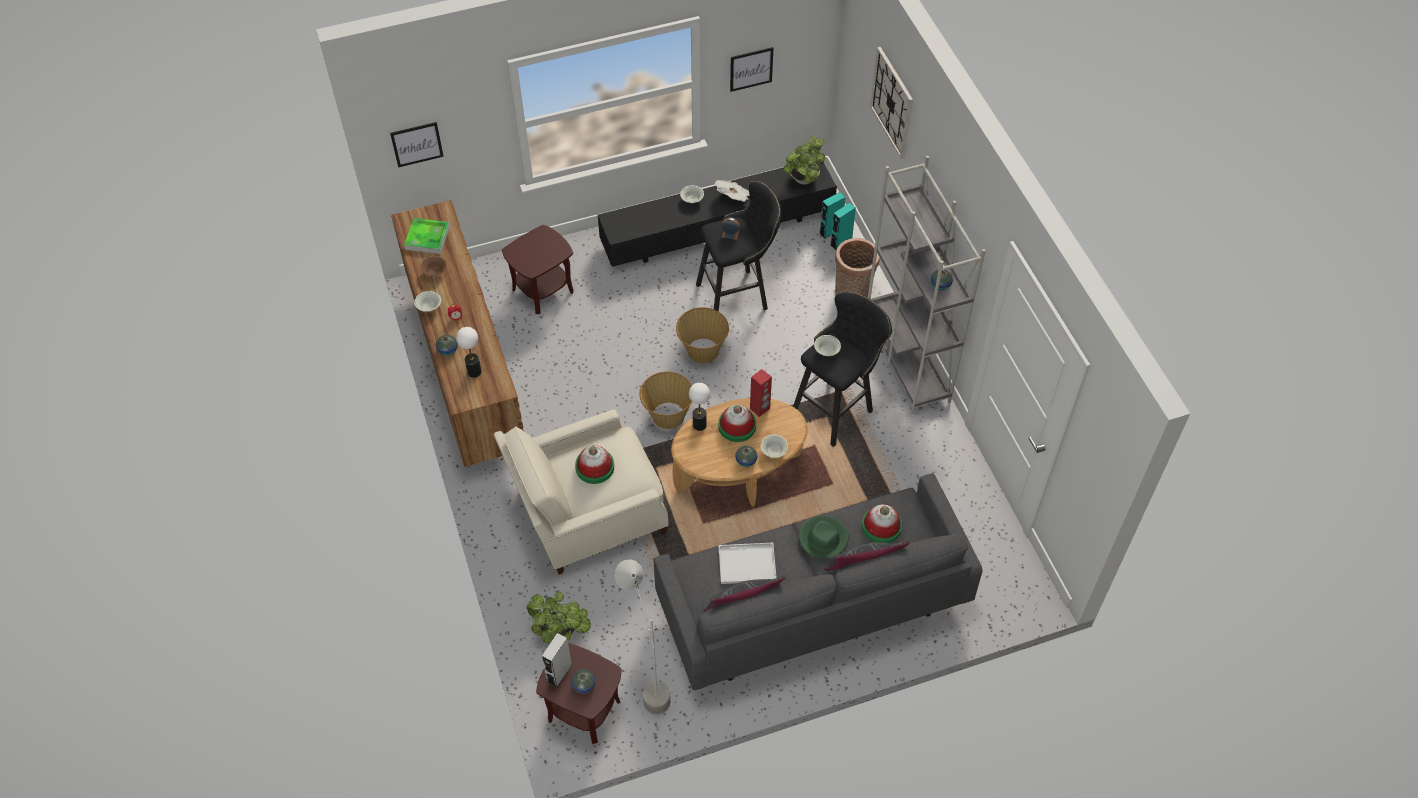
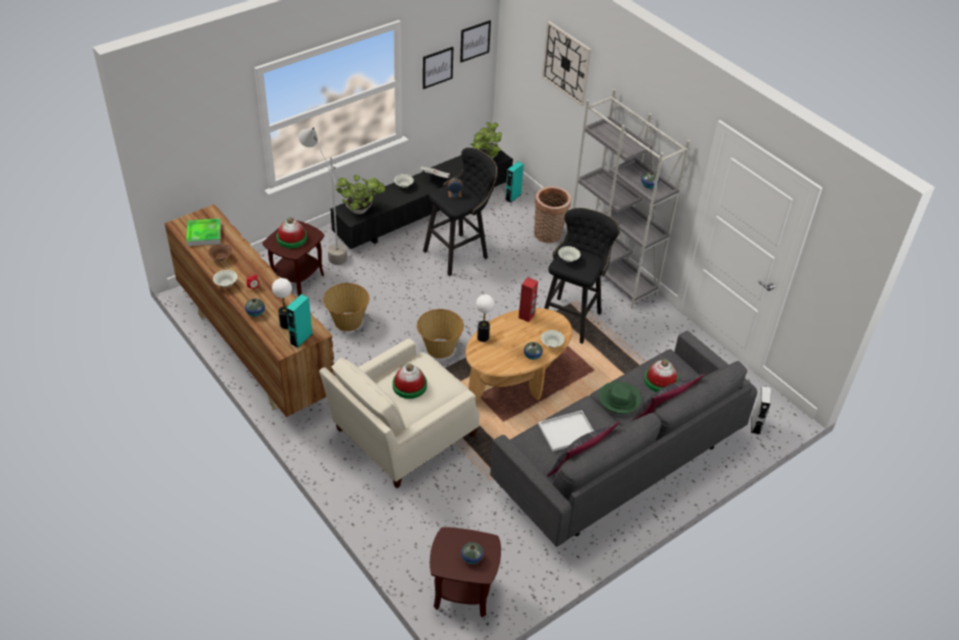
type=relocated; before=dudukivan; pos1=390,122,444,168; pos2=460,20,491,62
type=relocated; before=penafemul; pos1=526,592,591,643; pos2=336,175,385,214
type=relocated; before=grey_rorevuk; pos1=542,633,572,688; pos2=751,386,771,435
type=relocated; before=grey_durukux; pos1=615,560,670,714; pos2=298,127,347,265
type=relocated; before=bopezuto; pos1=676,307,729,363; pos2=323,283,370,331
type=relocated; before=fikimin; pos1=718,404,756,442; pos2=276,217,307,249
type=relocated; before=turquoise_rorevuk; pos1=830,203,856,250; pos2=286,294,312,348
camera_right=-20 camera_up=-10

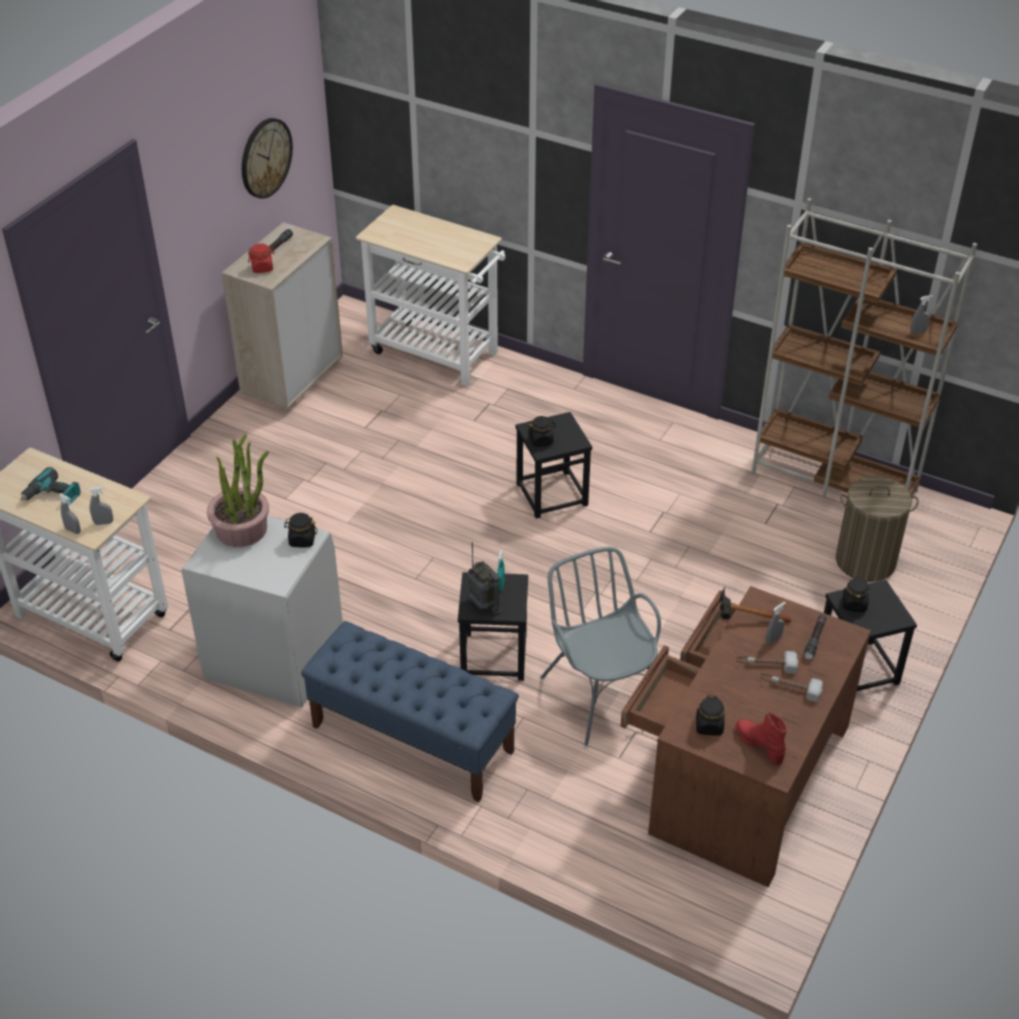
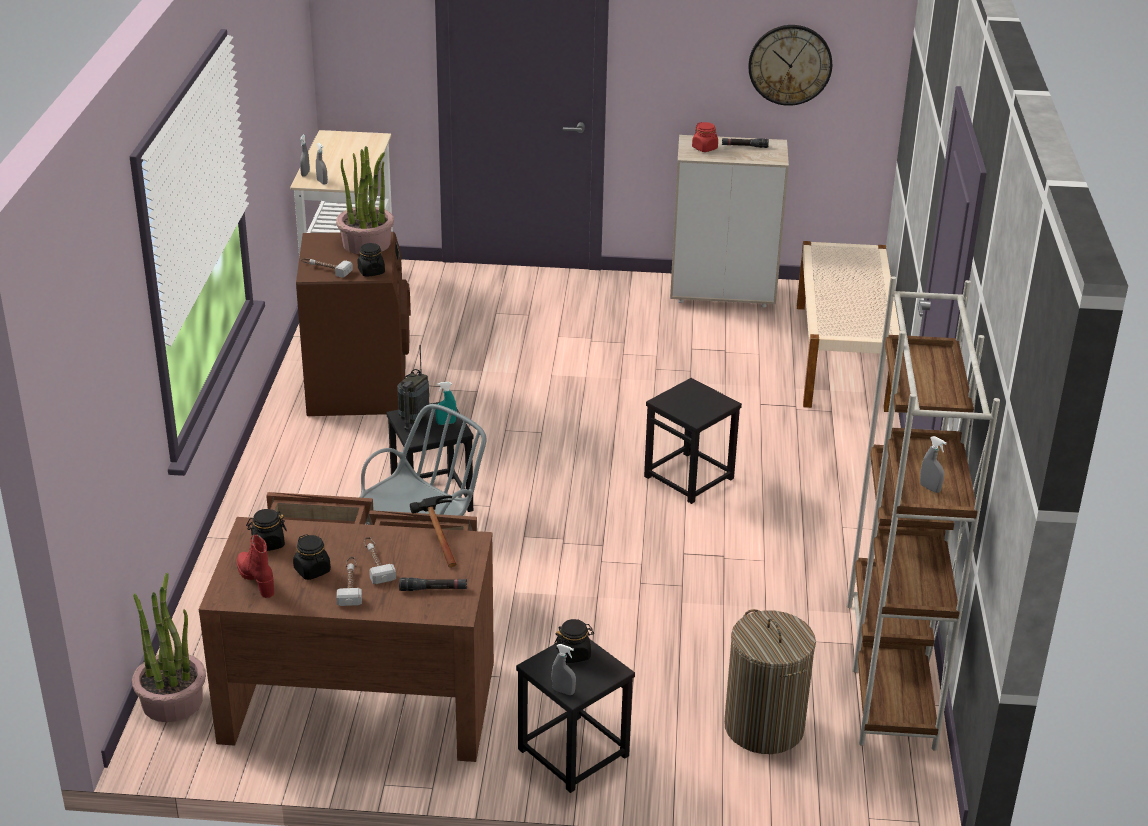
type=missing; before=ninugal; pos1=20,467,81,505
type=missing; before=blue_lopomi; pos1=301,621,519,802
type=appeared; after=penafemul; pos2=132,573,206,722
type=appeared; after=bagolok; pos2=301,258,353,278
type=relocated; before=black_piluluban; pos1=528,416,556,447; pos2=293,534,331,580
type=relocated; before=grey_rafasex; pos1=766,602,786,644; pos2=552,644,576,695
type=exchanged; before=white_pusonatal; after=beige_lopomi; pos1=356,205,505,386; pos2=797,241,900,412
type=colour; before=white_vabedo; after=brown_vabedo; pos1=181,516,343,708; pos2=296,232,411,416
type=spun; before=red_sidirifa; pos1=735,712,787,765; pos2=237,535,274,598; turn=-60
camera_right=65 camera_up=-10

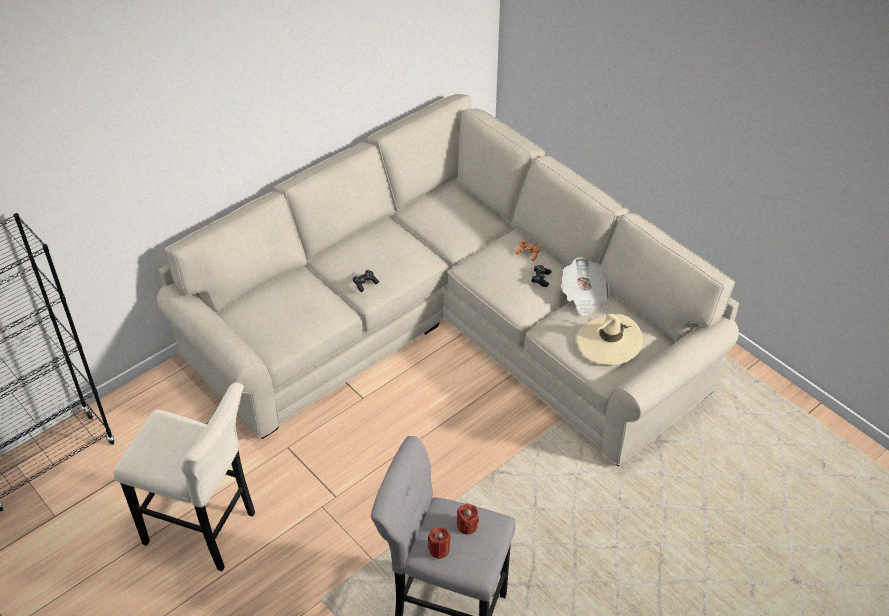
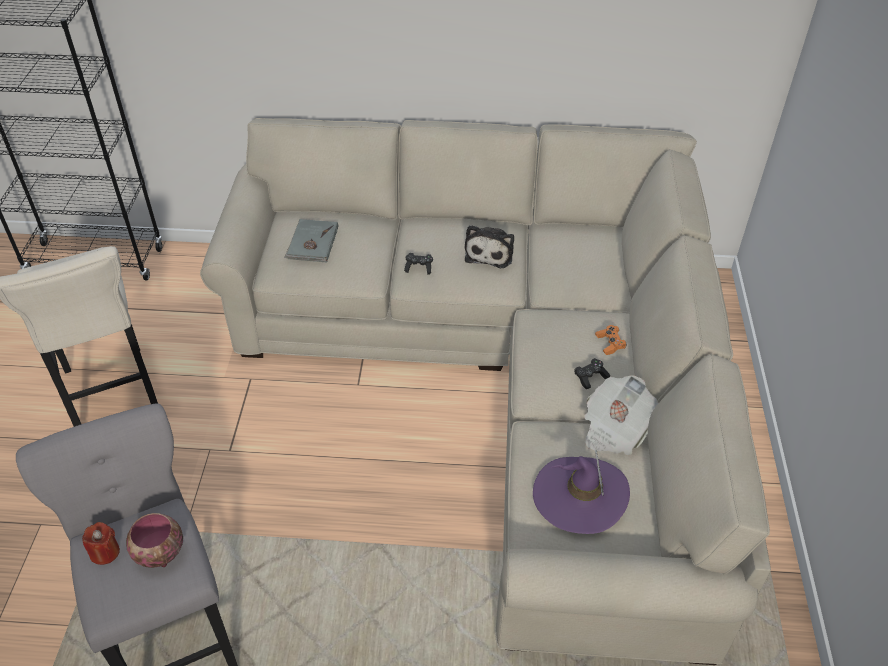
type=appeared; after=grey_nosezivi; pos2=284,219,338,263
type=appeared; after=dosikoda; pos2=465,225,514,268
type=exchanged; before=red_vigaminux; after=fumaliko; pos1=457,503,479,535; pos2=126,513,183,568
type=colour; before=beige_fikimin; after=purple_fikimin; pos1=577,309,643,365; pos2=533,449,630,534
camera_right=45 camera_up=0

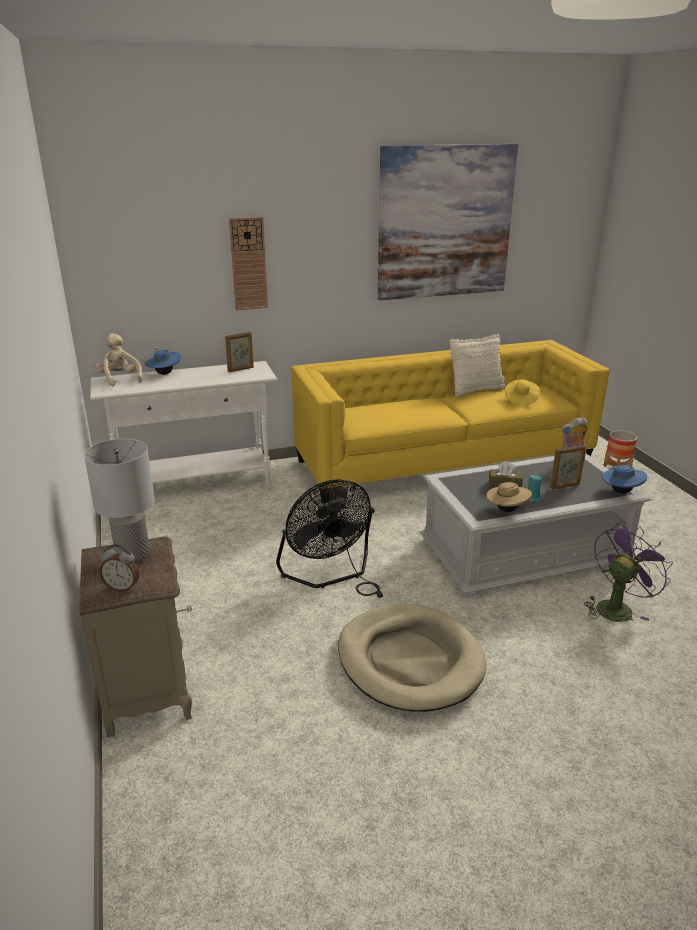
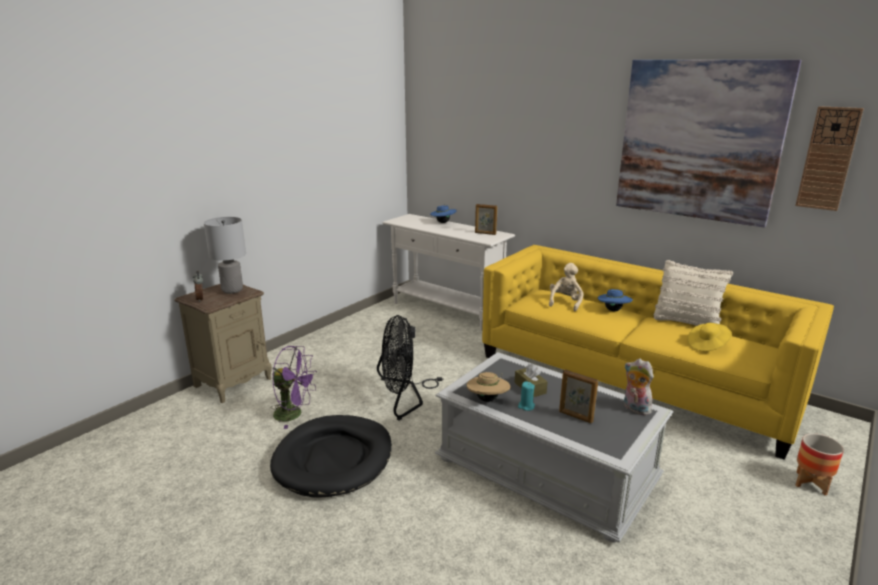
type=relocated; before=beige_dosikoda; pos1=96,333,142,386; pos2=549,263,584,311
type=relocated; before=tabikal; pos1=229,217,268,310; pos2=795,106,864,211
type=relocated; before=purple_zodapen; pos1=584,523,673,622; pos2=271,346,317,429
type=relocated; before=blue_fikimin; pos1=602,462,647,494; pos2=598,289,633,311
type=colour; before=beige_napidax; after=black_napidax; pos1=338,604,487,712; pos2=270,415,392,498
type=spun; before=black_zodapen; pos1=276,479,383,598; pos2=377,315,444,421; turn=-135
camera_right=55 camera_up=-5

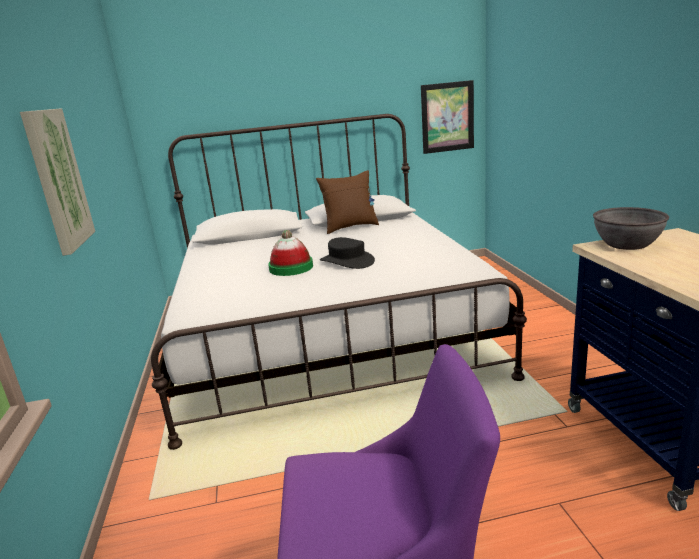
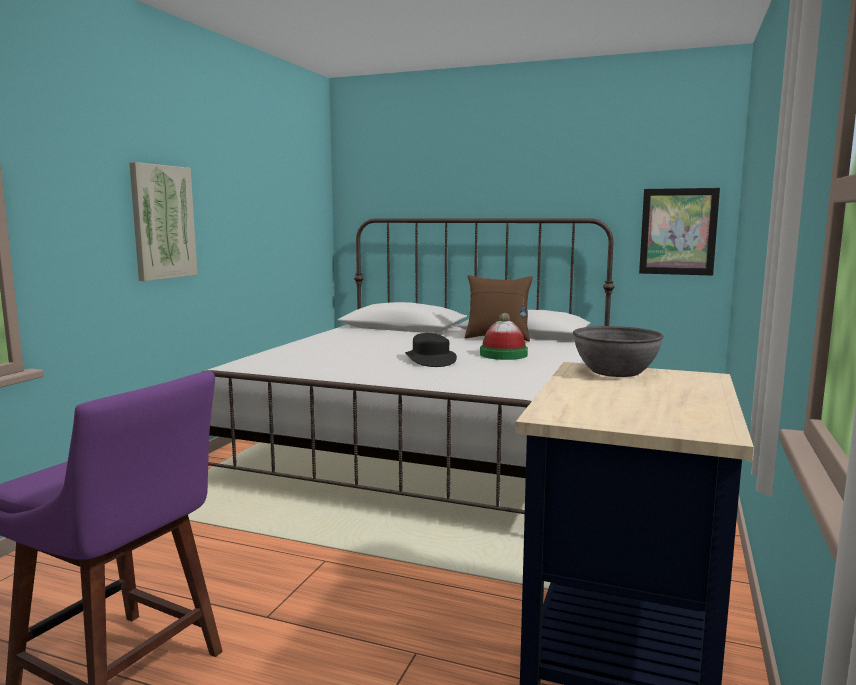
type=relocated; before=fikimin; pos1=268,230,313,276; pos2=480,313,528,360
camera_right=30 camera_up=-10

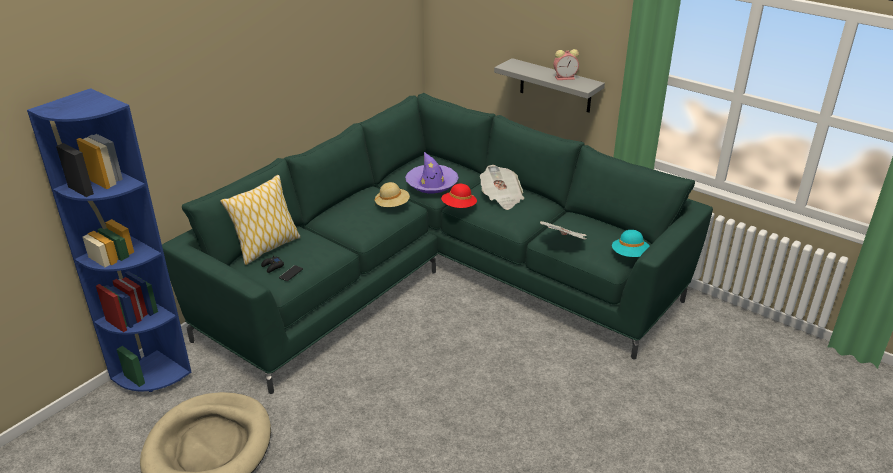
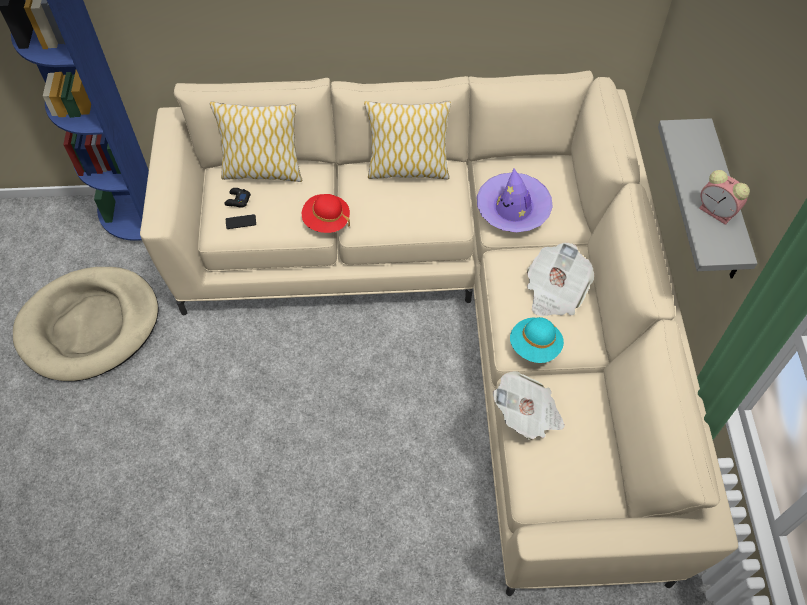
type=missing; before=beige_fikimin; pos1=375,182,410,207
type=appeared; after=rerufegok; pos2=364,101,451,179
type=relocated; before=red_fikimin; pos1=441,184,477,208; pos2=302,194,350,233
type=relocated; before=turquoise_fikimin; pos1=612,230,650,257; pos2=510,317,564,363
type=colour; before=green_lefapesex; after=beige_lefapesex; pos1=162,93,713,394; pos2=140,71,738,596
camera_right=50 camera_up=25

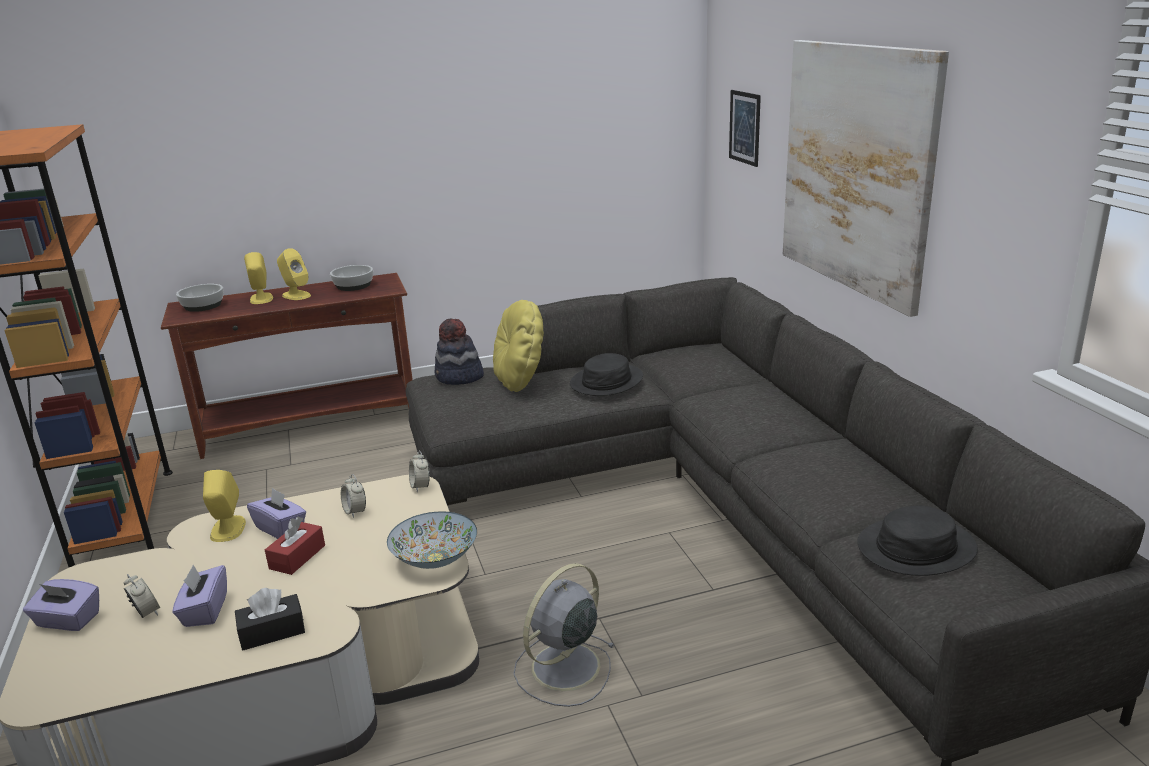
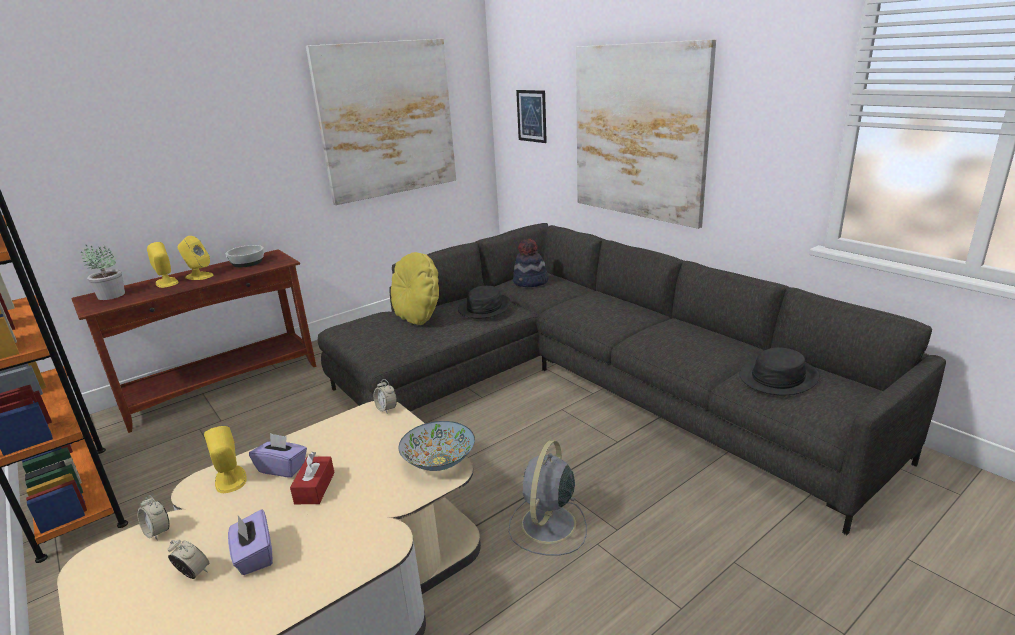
type=missing; before=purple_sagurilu; pos1=23,579,99,631
type=missing; before=black_sagurilu; pos1=235,588,305,650
type=appeared; after=dudukivan; pos2=306,39,456,205
type=relocated; before=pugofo; pos1=341,474,366,518; pos2=137,495,170,540
type=relocated; before=fikimin; pos1=434,319,484,385; pos2=513,239,549,287
type=exchanged; before=fumaliko; after=penafemul; pos1=176,284,224,312; pos2=81,245,125,300
camera_right=-20 camera_up=0

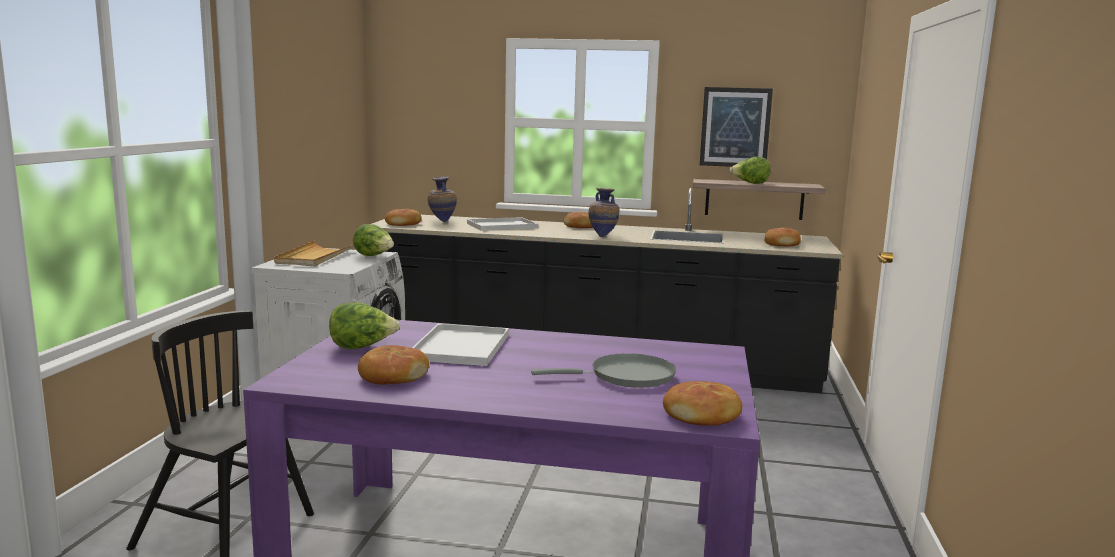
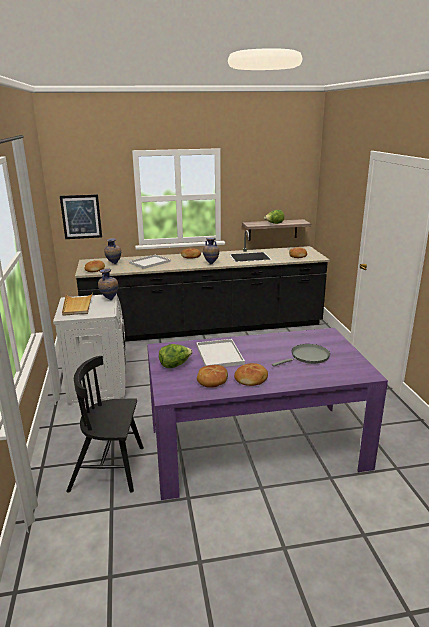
type=relocated; before=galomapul; pos1=663,381,742,426; pos2=234,363,268,386
type=relocated; before=dudukivan; pos1=700,87,773,167; pos2=60,194,102,239
type=exchanged; before=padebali; after=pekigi; pos1=353,224,394,256; pos2=98,268,118,300
camera_right=-20 camera_up=10

